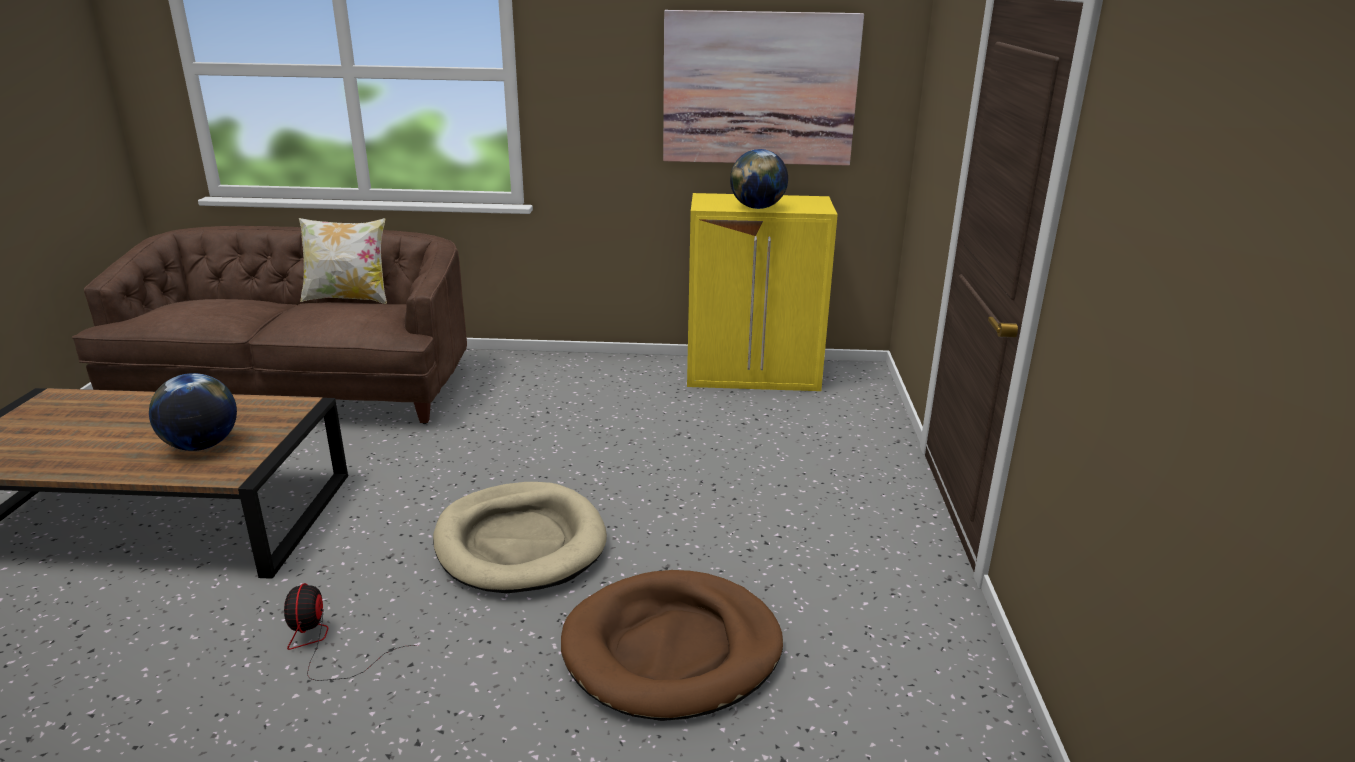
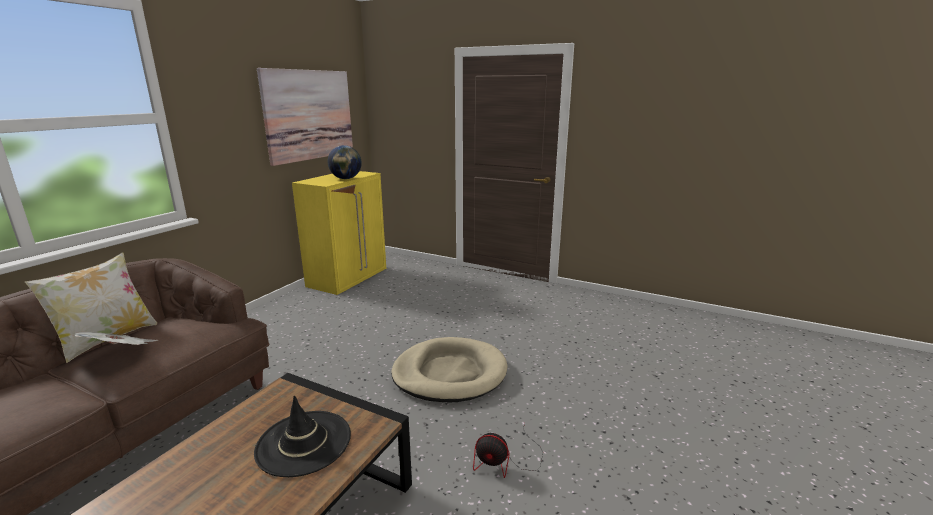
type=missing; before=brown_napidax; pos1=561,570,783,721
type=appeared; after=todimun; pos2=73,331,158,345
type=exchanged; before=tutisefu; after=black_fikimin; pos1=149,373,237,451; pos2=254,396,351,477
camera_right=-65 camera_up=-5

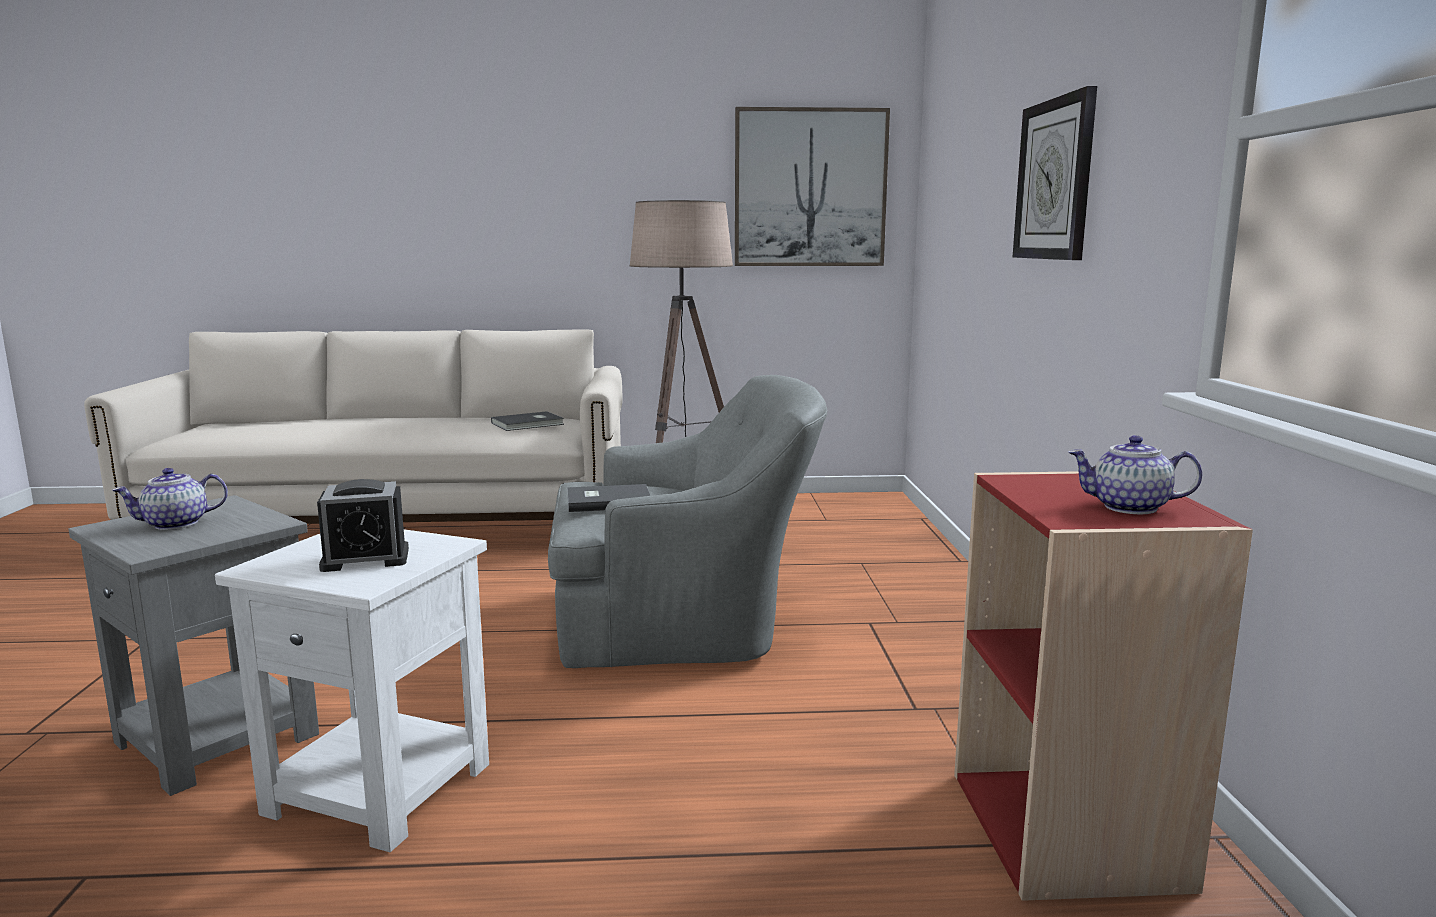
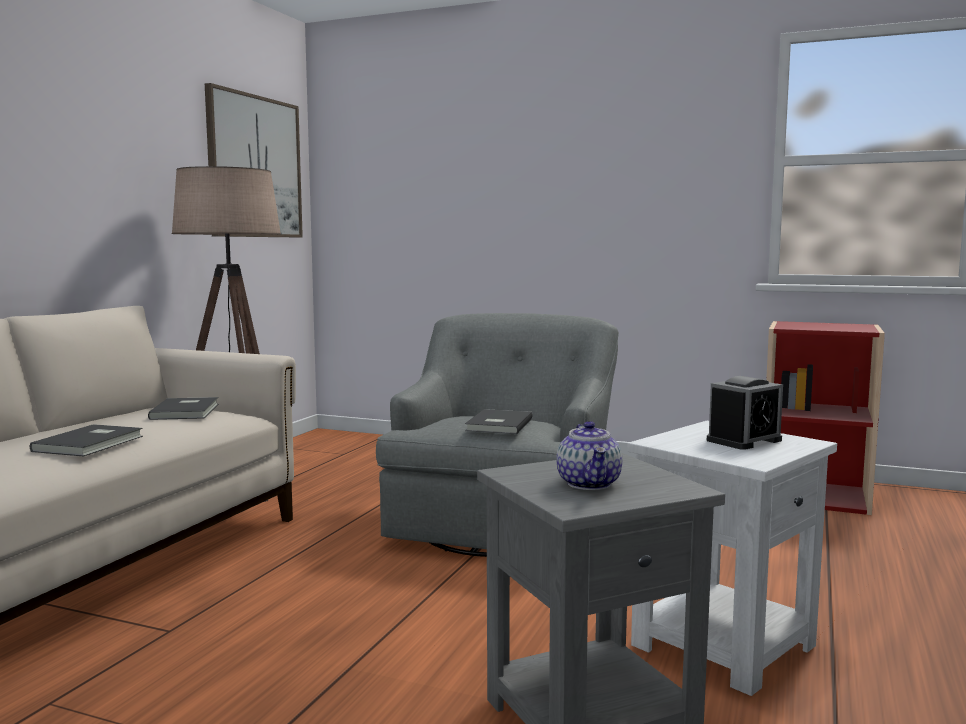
type=missing; before=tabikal; pos1=1013,86,1097,260
type=missing; before=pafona; pos1=1069,435,1202,514
type=appeared; after=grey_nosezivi; pos2=30,424,143,456
type=spun; before=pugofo; pos1=317,479,409,572; pos2=707,376,783,450; turn=45
camera_right=-65 camera_up=-5

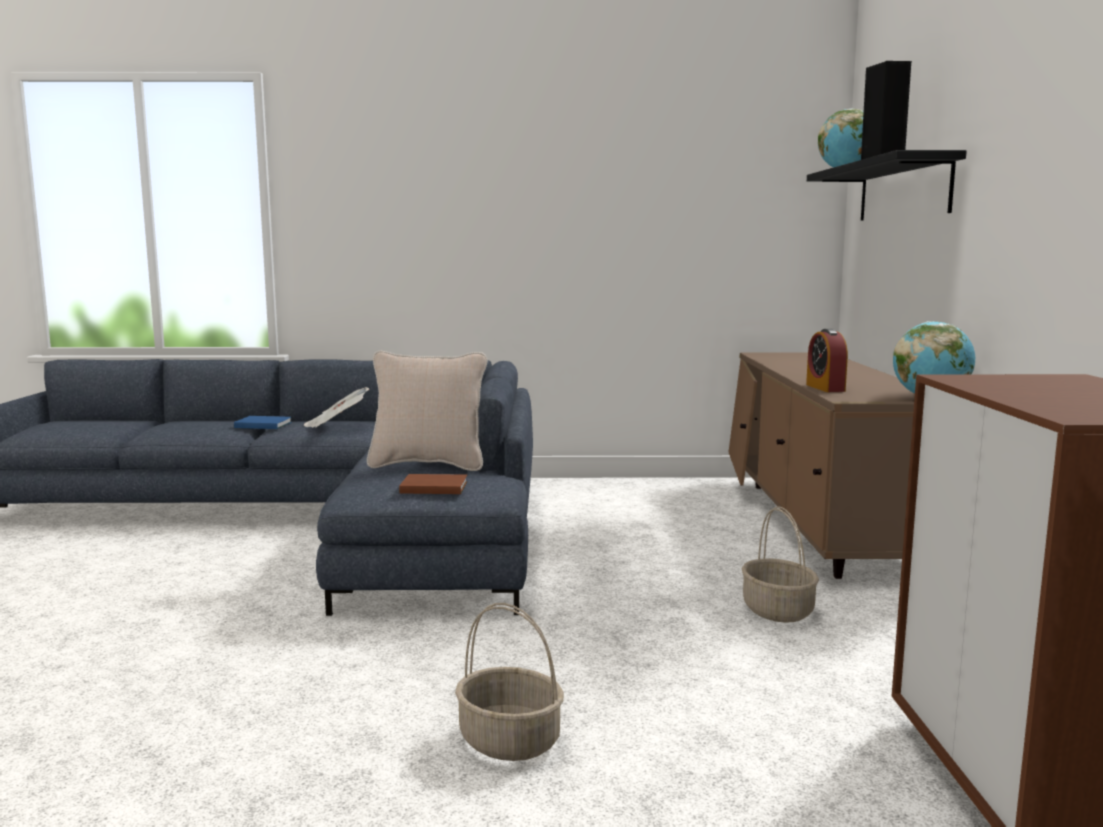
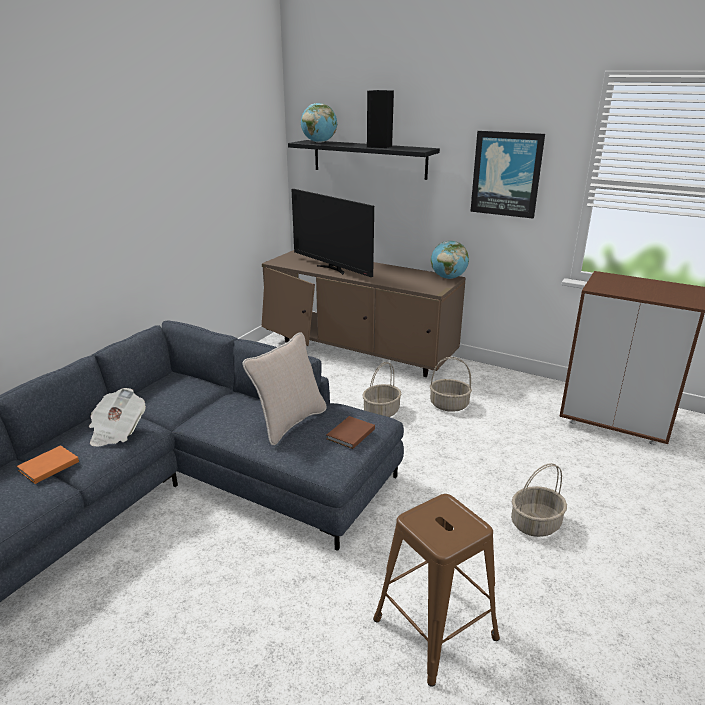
type=missing; before=pugofo; pos1=806,329,848,392
type=appeared; after=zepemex; pos2=291,189,374,277
type=appeared; after=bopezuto; pos2=363,362,402,417
type=appeared; after=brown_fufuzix; pos2=373,494,500,687
type=appeared; after=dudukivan; pos2=470,131,545,219
type=colour; before=blue_nosezivi; after=orange_nosezivi; pos1=234,416,292,429; pos2=17,445,79,484
camera_right=-60 camera_up=15

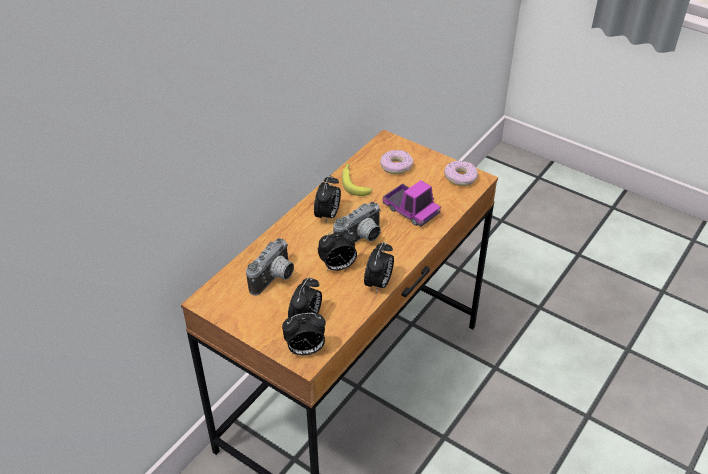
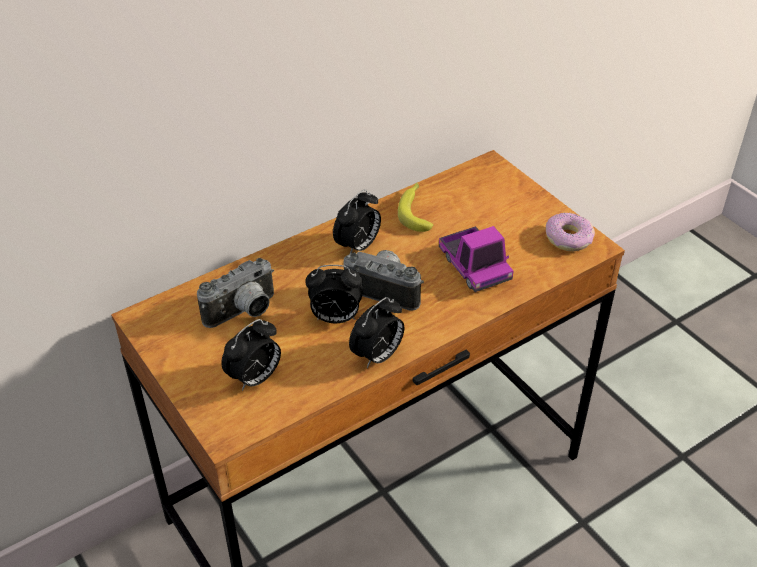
type=missing; before=pugofo; pos1=282,313,326,356
type=missing; before=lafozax; pos1=380,150,414,174
type=spun; before=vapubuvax; pos1=334,201,381,242; pos2=343,250,424,310; turn=-135
camera_right=20 camera_up=0

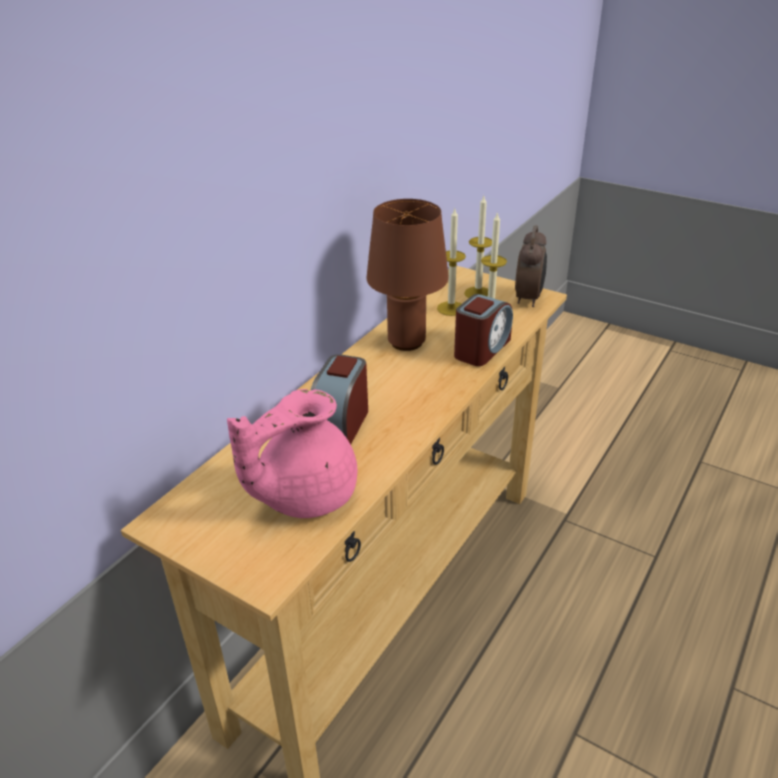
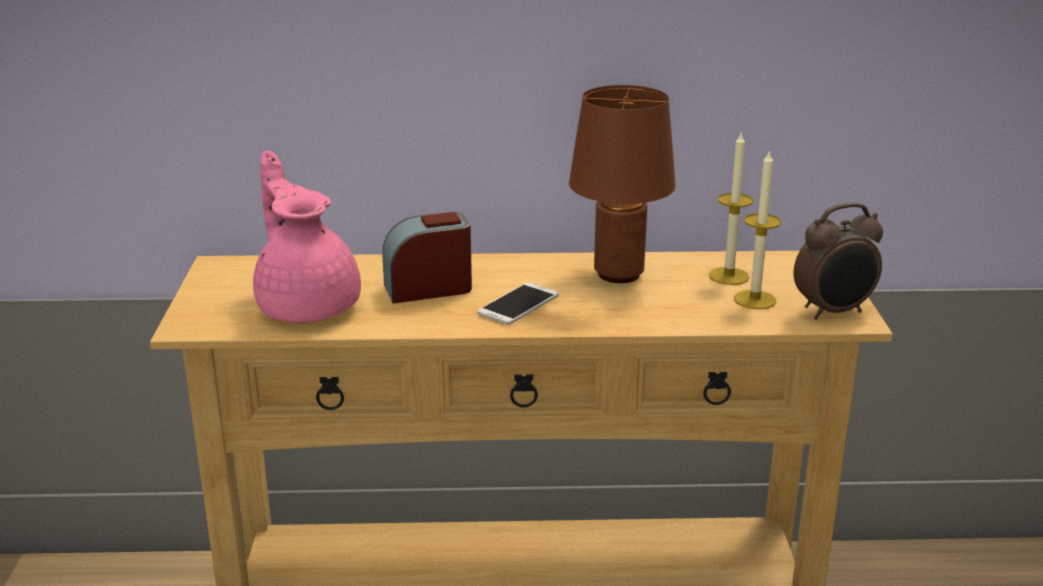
type=missing; before=pugofo; pos1=454,294,513,366
type=missing; before=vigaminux; pos1=464,196,492,298
type=appeared; after=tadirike; pos2=477,282,559,325
type=spun; before=pink_pafona; pos1=227,389,357,518; pos2=253,151,361,323; turn=45
camera_right=55 camera_up=-10

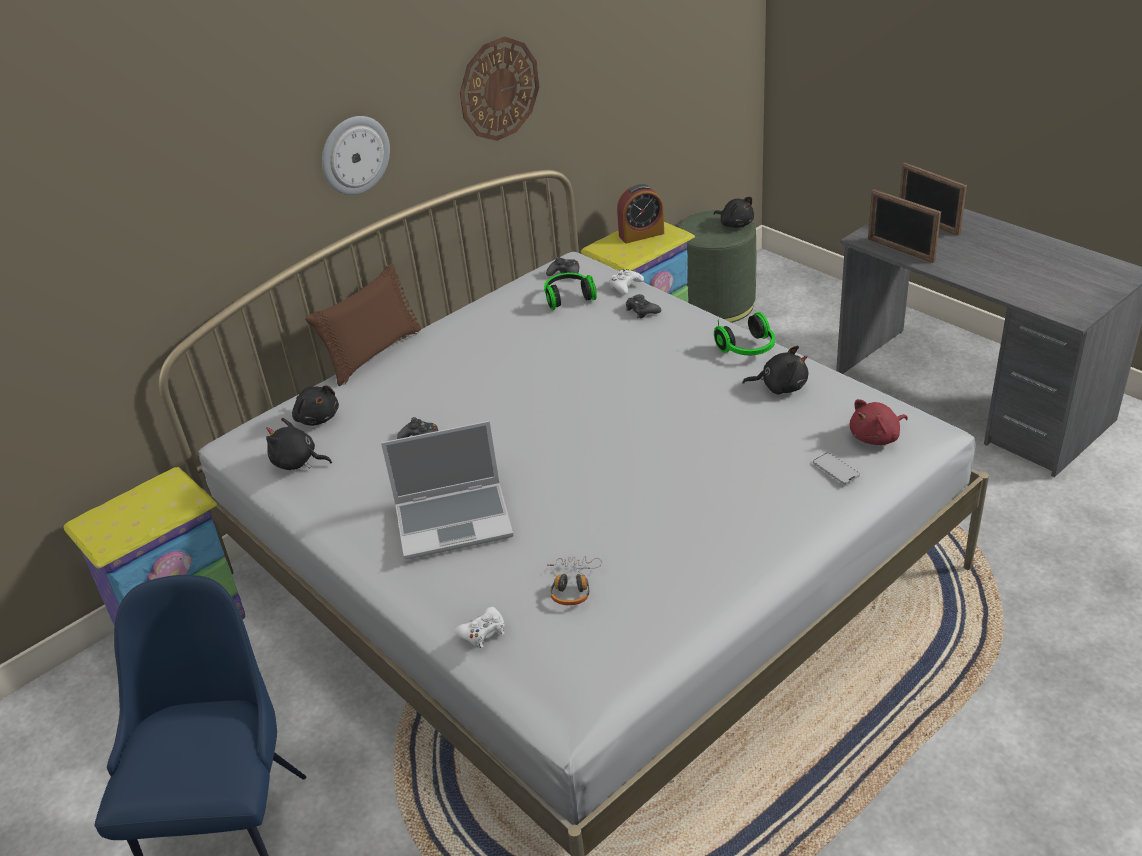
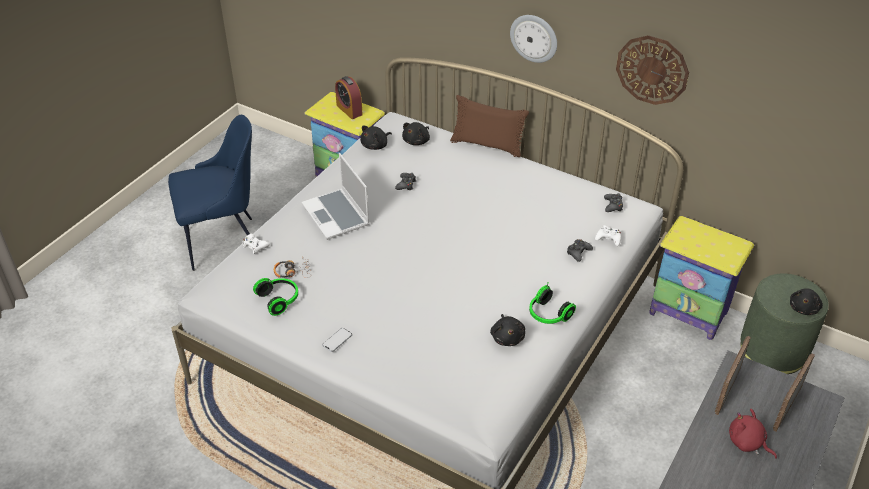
type=relocated; before=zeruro; pos1=544,273,597,310; pos2=253,278,298,316
type=relocated; before=pugofo; pos1=617,184,664,244; pos2=335,76,363,119
type=relocated; before=tadirike; pos1=813,453,860,485; pos2=322,328,352,352
type=relocated; before=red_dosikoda; pos1=849,399,908,445; pos2=729,409,777,459
type=spun; before=black_dosikoda; pos1=266,418,332,470; pos2=360,126,392,150; turn=-135
camera_right=70 camera_up=5

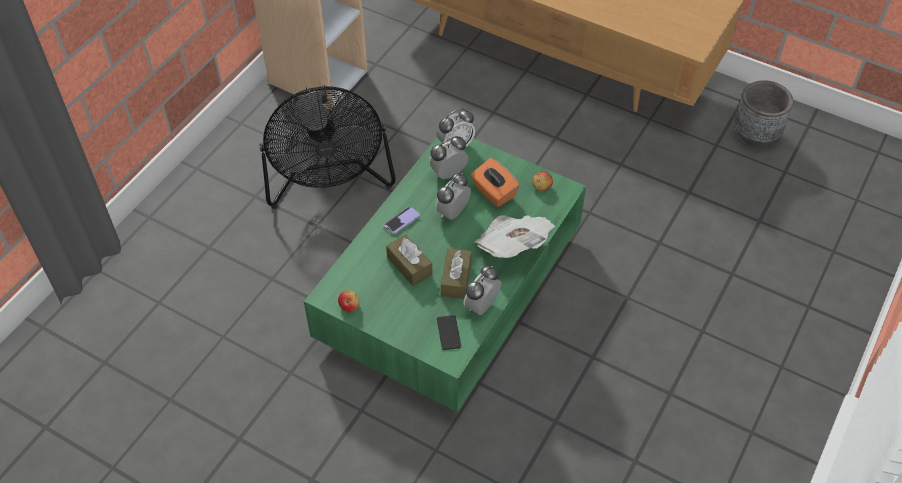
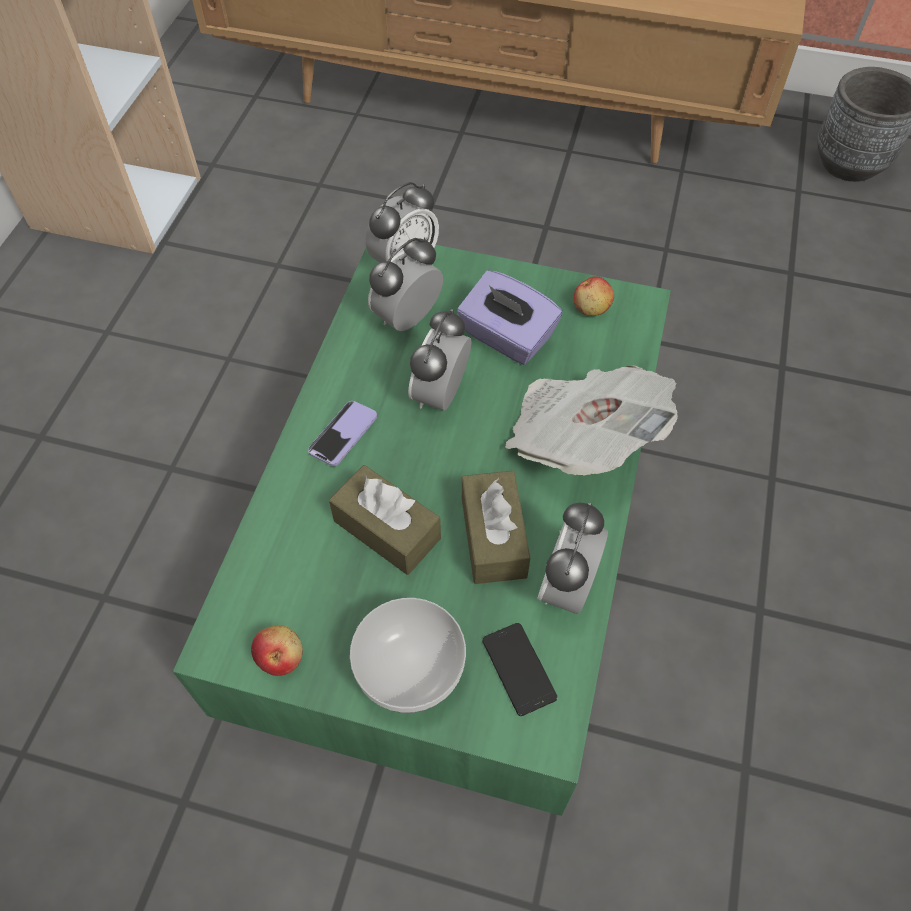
type=missing; before=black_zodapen; pos1=259,85,396,209
type=appeared; after=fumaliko; pos2=350,598,466,713
type=colour; before=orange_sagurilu; after=purple_sagurilu; pos1=471,158,520,207; pos2=457,270,562,365
camera_right=-15 camera_up=5

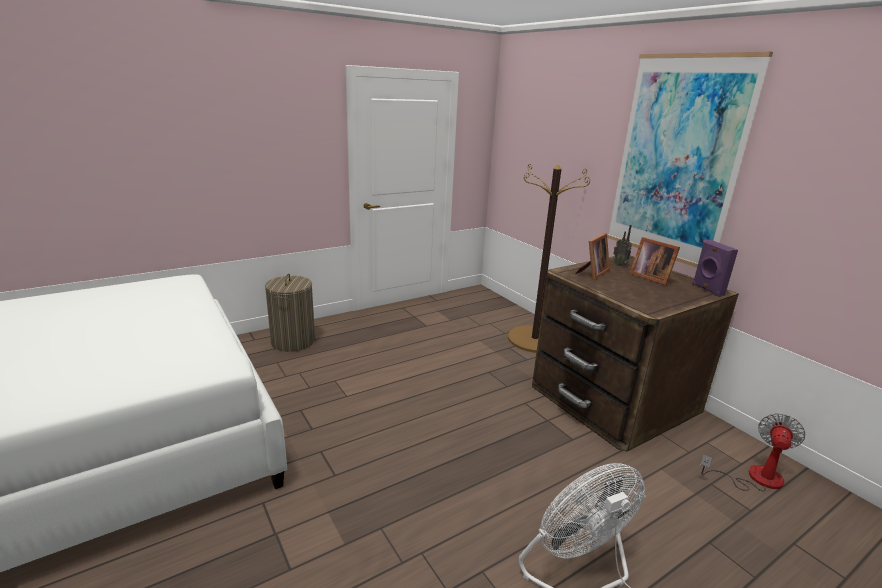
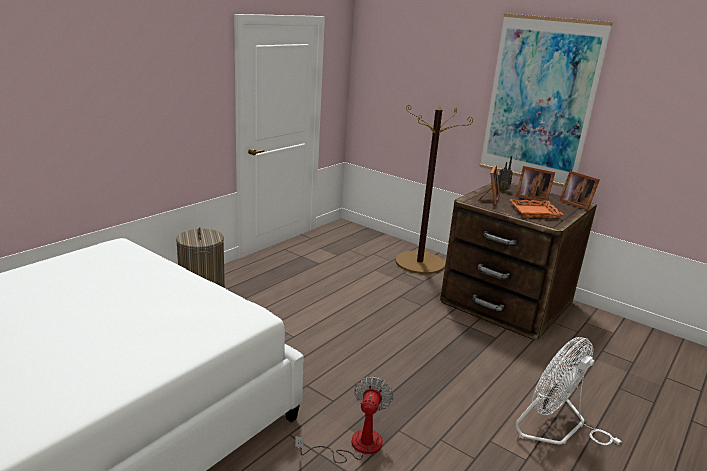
type=appeared; after=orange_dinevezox; pos2=510,199,564,218
type=relocated; before=zodapen; pos1=700,413,805,492; pos2=295,376,394,463
type=exchanged; before=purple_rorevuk; after=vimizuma; pos1=692,239,738,297; pos2=559,171,600,210
camera_right=-20 camera_up=0

